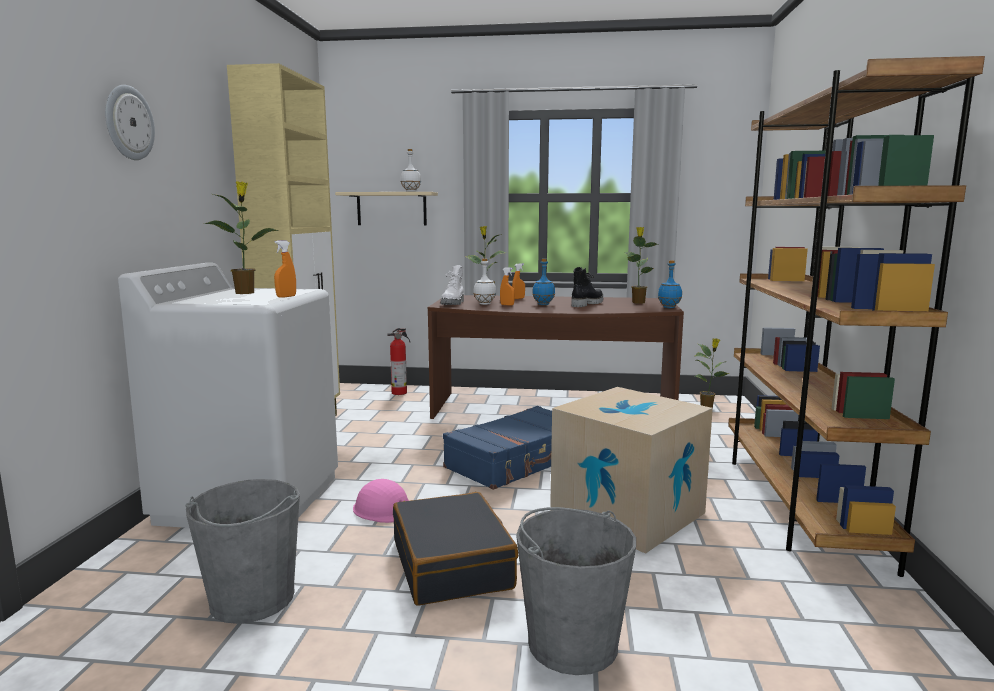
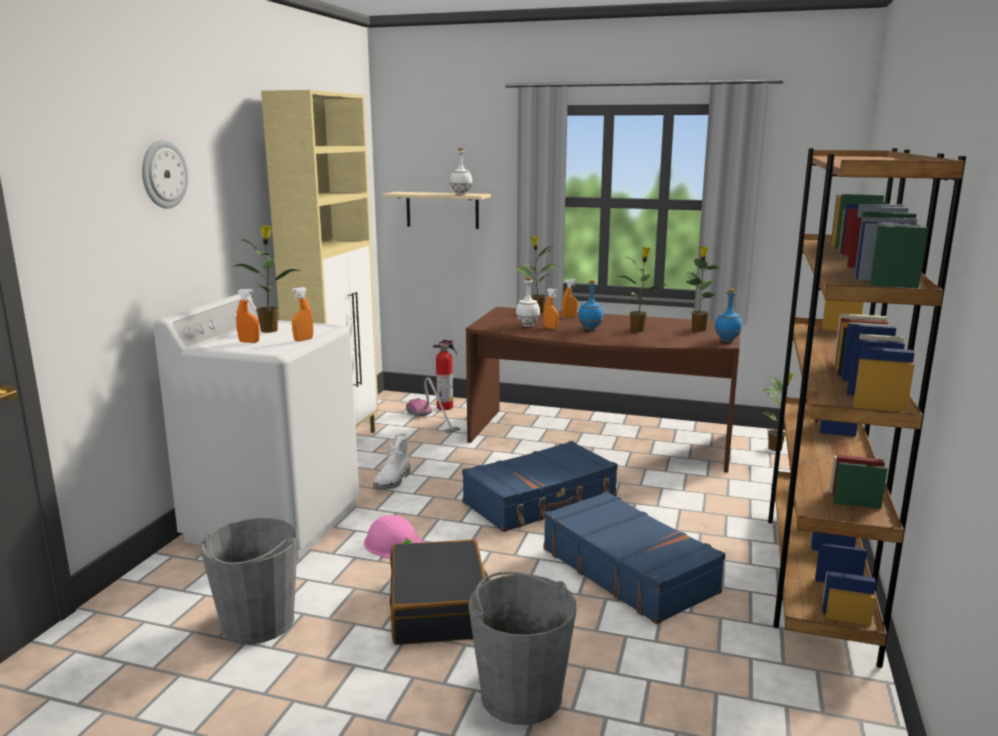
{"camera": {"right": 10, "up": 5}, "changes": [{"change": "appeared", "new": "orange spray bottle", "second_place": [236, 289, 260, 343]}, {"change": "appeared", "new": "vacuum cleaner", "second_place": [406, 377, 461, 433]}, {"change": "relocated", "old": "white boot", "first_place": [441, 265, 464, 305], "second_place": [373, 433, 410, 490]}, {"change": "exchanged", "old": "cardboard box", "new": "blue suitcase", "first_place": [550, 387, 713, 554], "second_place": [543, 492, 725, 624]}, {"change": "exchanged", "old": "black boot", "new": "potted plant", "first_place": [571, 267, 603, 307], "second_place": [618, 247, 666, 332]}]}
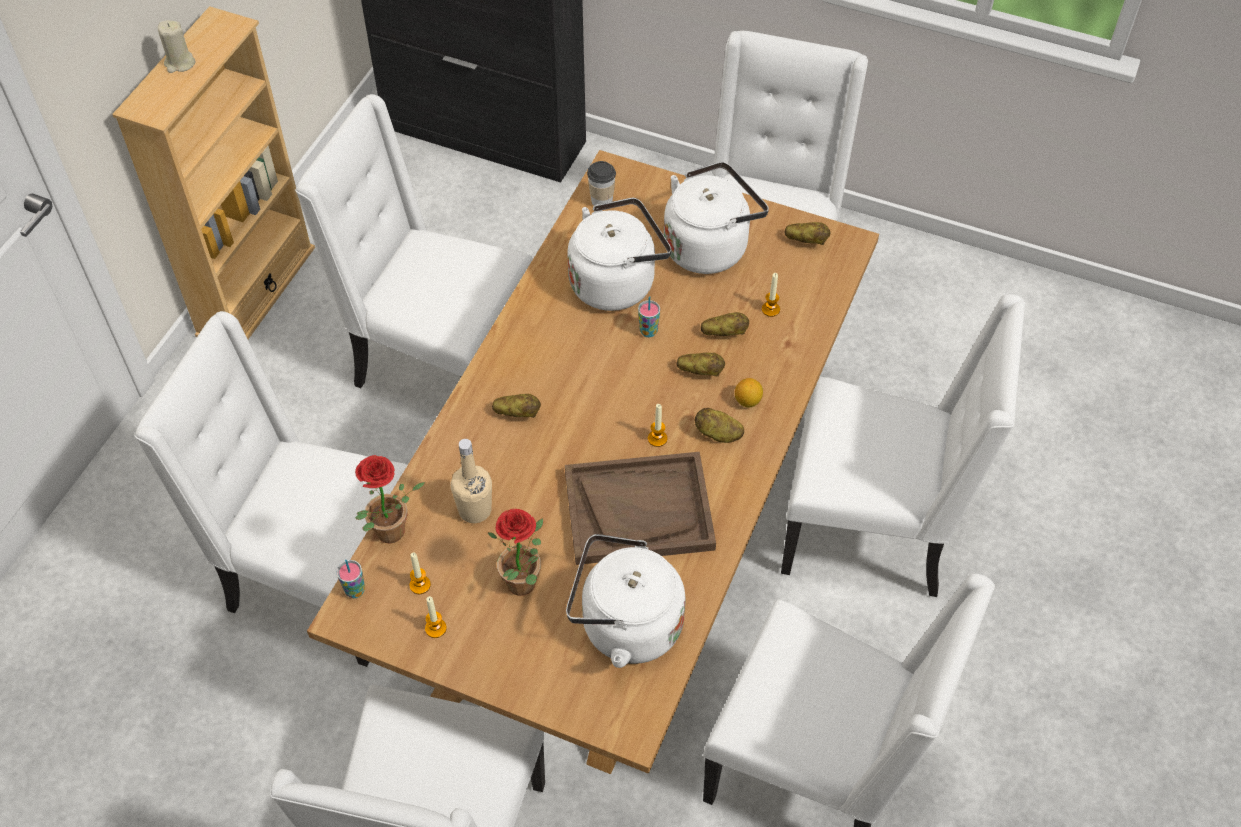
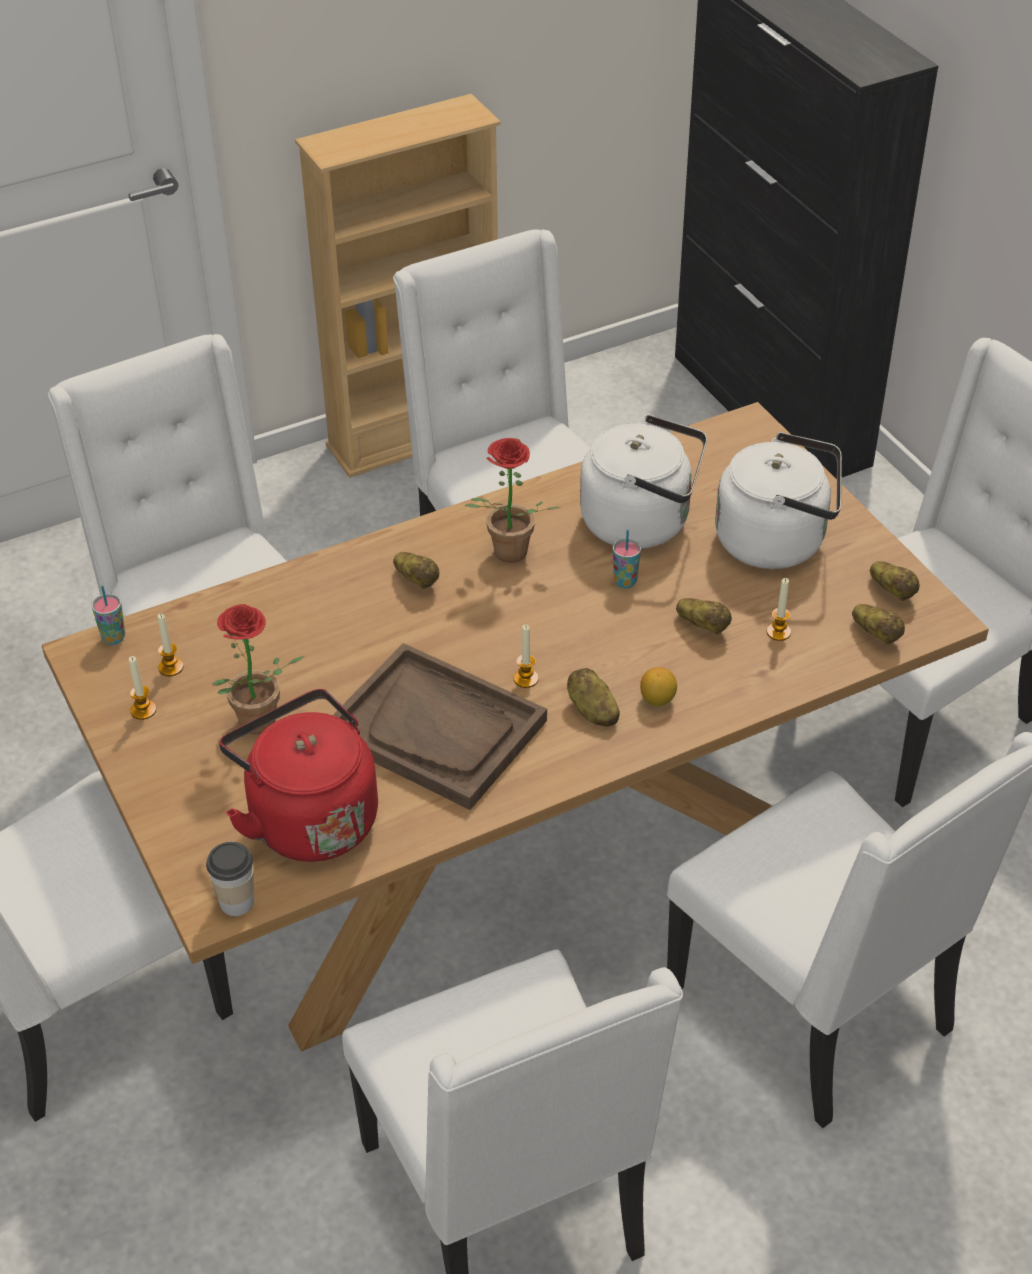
{"camera": {"right": 40, "up": -10}, "changes": [{"change": "missing", "old": "beige candle", "first_place": [158, 20, 195, 73]}, {"change": "missing", "old": "beige bottle", "first_place": [450, 439, 492, 523]}, {"change": "relocated", "old": "potted plant", "first_place": [355, 455, 425, 543], "second_place": [465, 438, 561, 563]}, {"change": "relocated", "old": "cup", "first_place": [587, 161, 616, 206], "second_place": [206, 842, 254, 916]}, {"change": "relocated", "old": "potato", "first_place": [677, 353, 725, 377], "second_place": [852, 604, 905, 645]}, {"change": "colour", "old": "white kettle", "new": "red kettle", "first_place": [566, 534, 686, 668], "second_place": [219, 689, 378, 862]}]}
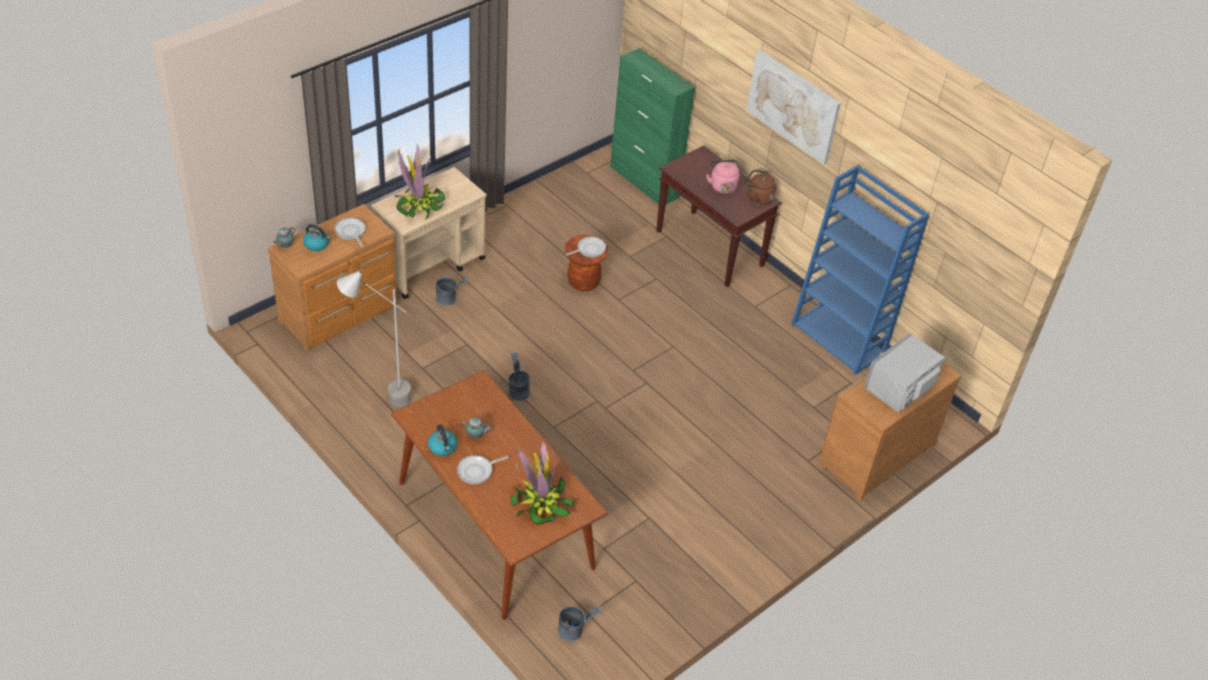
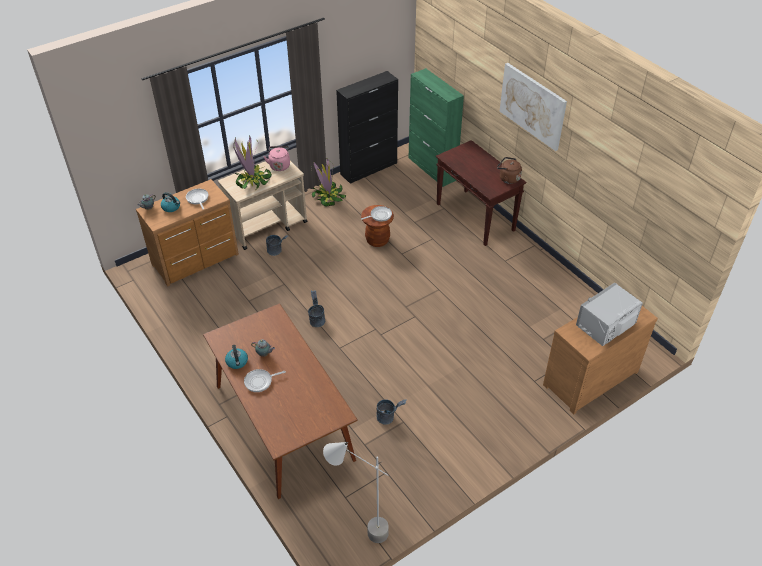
{"camera": {"right": 10, "up": 0}, "changes": [{"change": "missing", "old": "blue bookcase", "first_place": [791, 165, 929, 375]}, {"change": "appeared", "new": "black cabinet", "second_place": [336, 71, 398, 184]}, {"change": "relocated", "old": "grey floor lamp", "first_place": [337, 270, 412, 407], "second_place": [323, 442, 389, 543]}, {"change": "relocated", "old": "potted plant", "first_place": [511, 441, 575, 525], "second_place": [311, 157, 346, 207]}, {"change": "relocated", "old": "grey bucket", "first_place": [558, 606, 602, 641], "second_place": [376, 399, 406, 425]}, {"change": "relocated", "old": "pink kettle", "first_place": [706, 160, 740, 194], "second_place": [264, 146, 290, 171]}]}
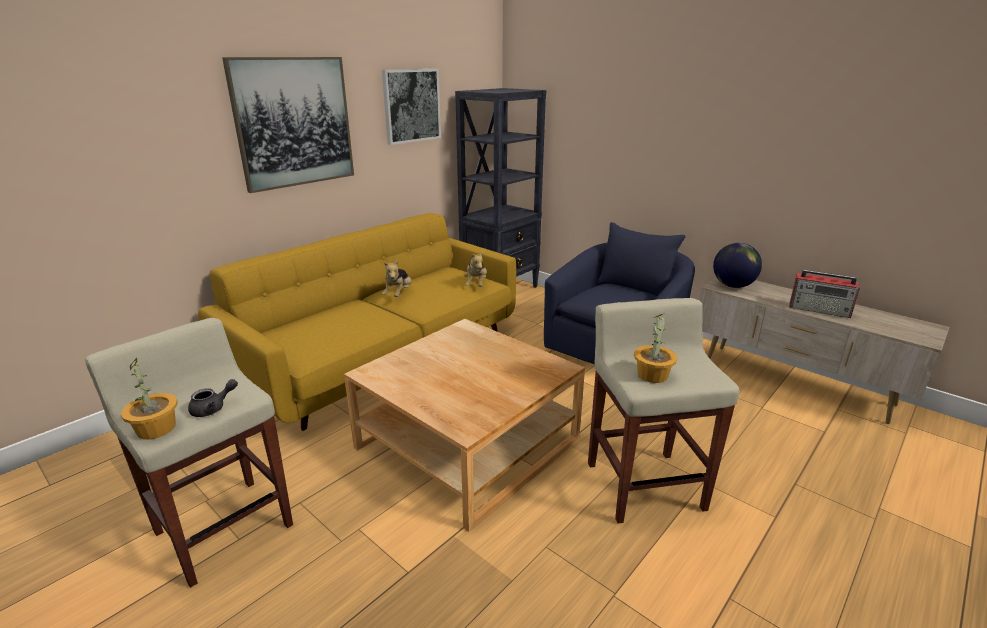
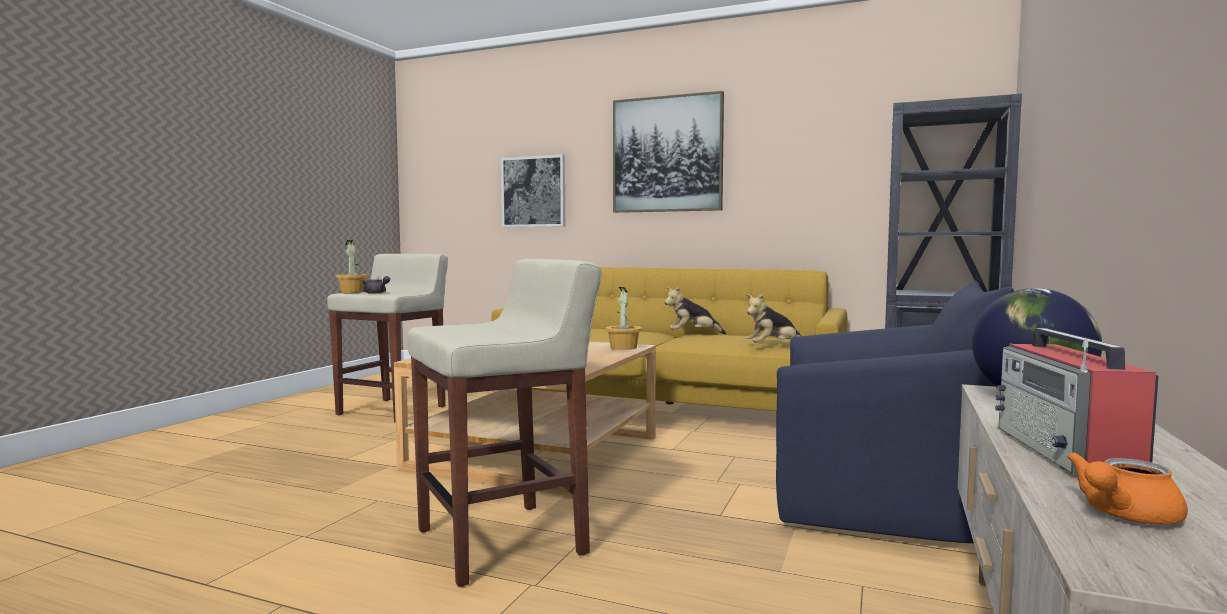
{"camera": {"right": 70, "up": -20}, "changes": [{"change": "appeared", "new": "orange teapot", "second_place": [1067, 452, 1188, 524]}, {"change": "relocated", "old": "picture", "first_place": [382, 69, 441, 145], "second_place": [501, 154, 565, 227]}, {"change": "relocated", "old": "potted plant", "first_place": [634, 314, 677, 383], "second_place": [605, 287, 642, 350]}]}
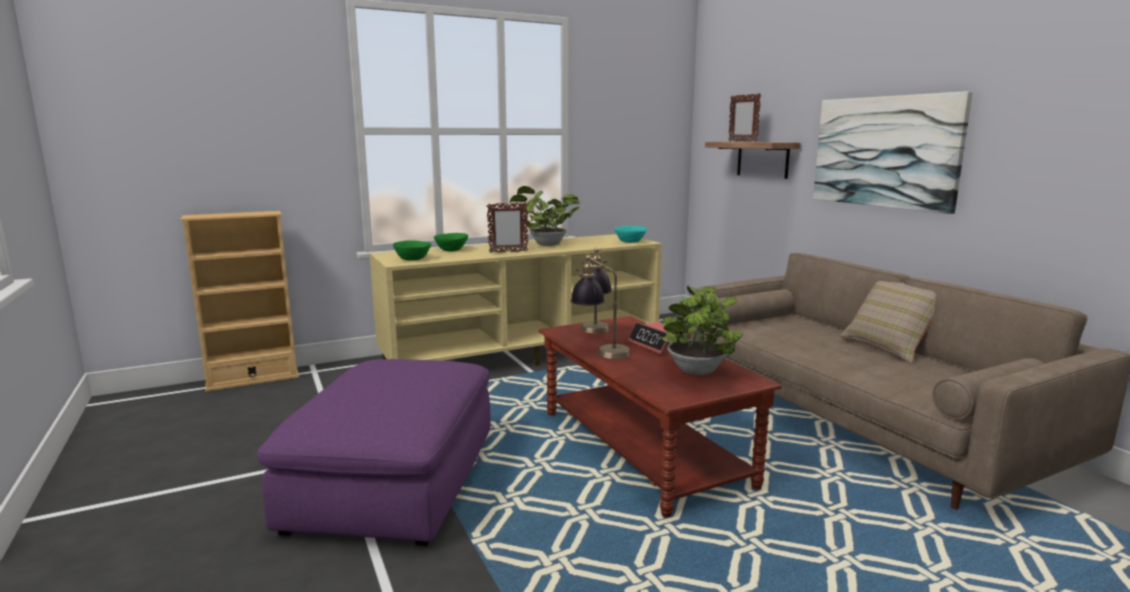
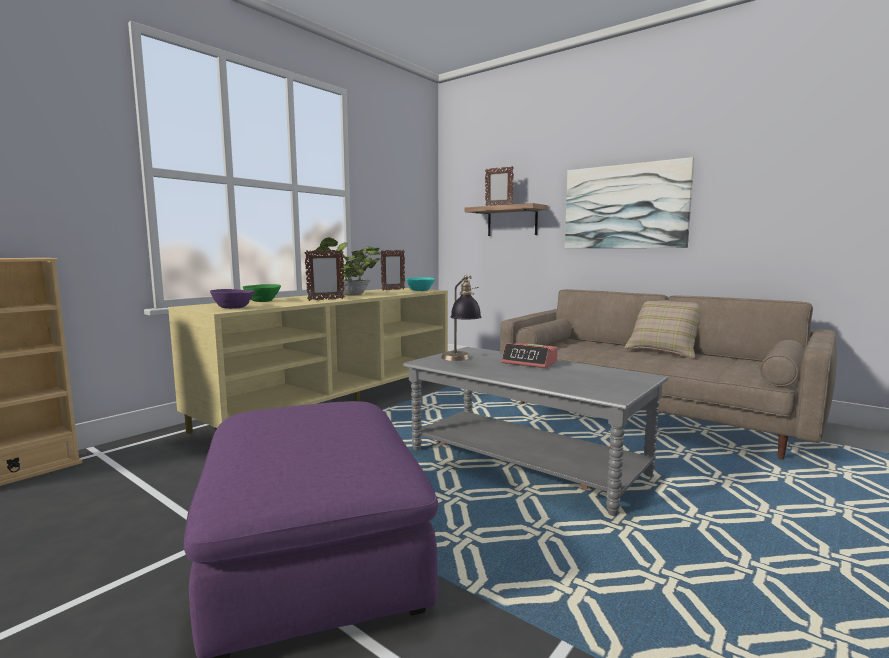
{"camera": {"right": -25, "up": -5}, "changes": [{"change": "missing", "old": "table lamp", "first_place": [571, 255, 631, 359]}, {"change": "missing", "old": "potted plant", "first_place": [660, 286, 743, 375]}, {"change": "appeared", "new": "picture frame", "second_place": [380, 250, 405, 291]}, {"change": "colour", "old": "green bowl", "new": "purple bowl", "first_place": [393, 240, 431, 261], "second_place": [210, 289, 255, 309]}, {"change": "colour", "old": "brown coffee table", "new": "grey coffee table", "first_place": [538, 316, 782, 518], "second_place": [402, 347, 668, 516]}]}
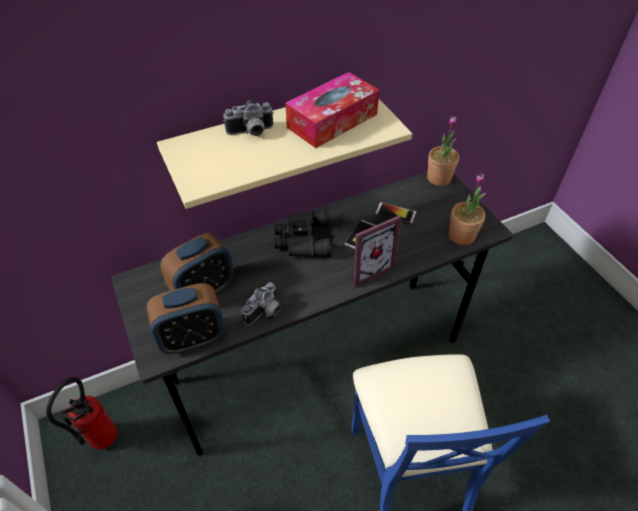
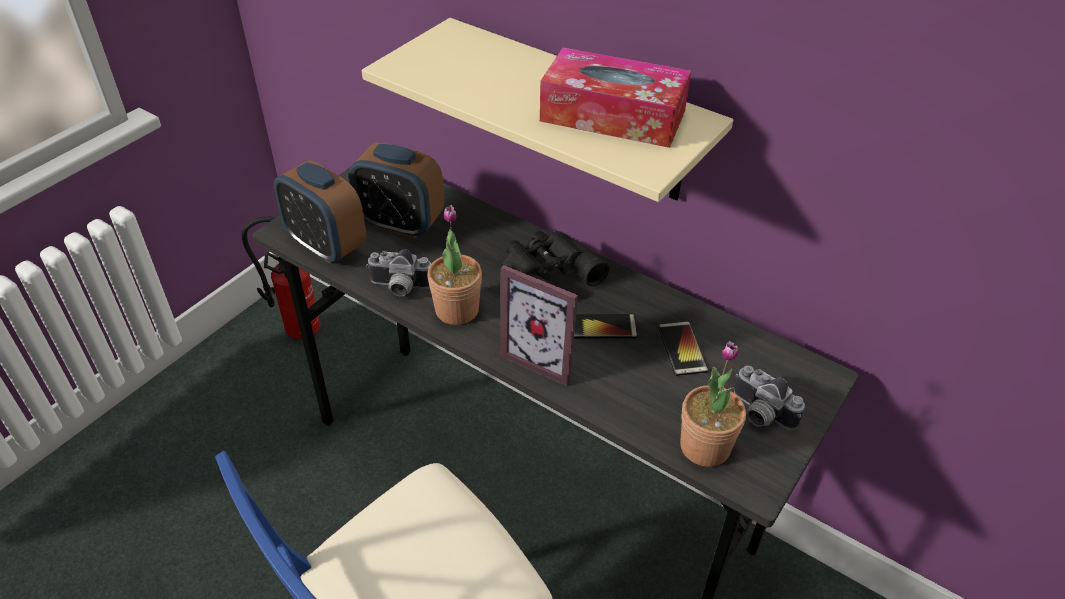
{"camera": {"right": 60, "up": -5}, "changes": [{"change": "relocated", "old": "photo camera", "first_place": [223, 100, 274, 136], "second_place": [734, 365, 805, 430]}, {"change": "relocated", "old": "potted plant", "first_place": [427, 116, 459, 186], "second_place": [427, 205, 482, 325]}]}
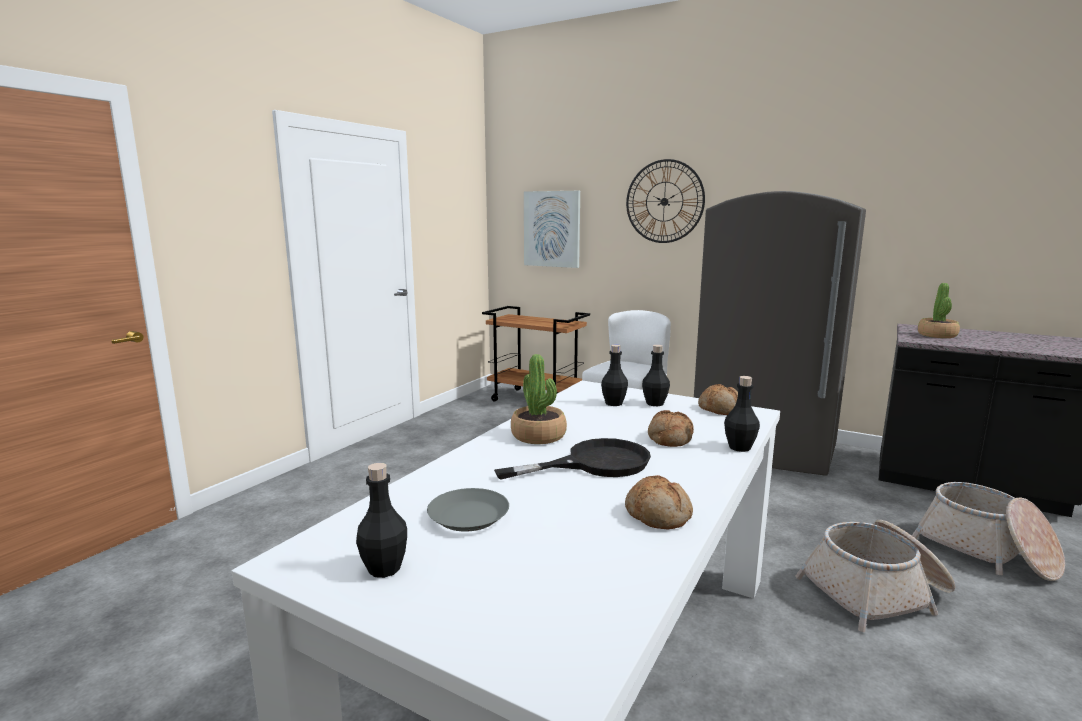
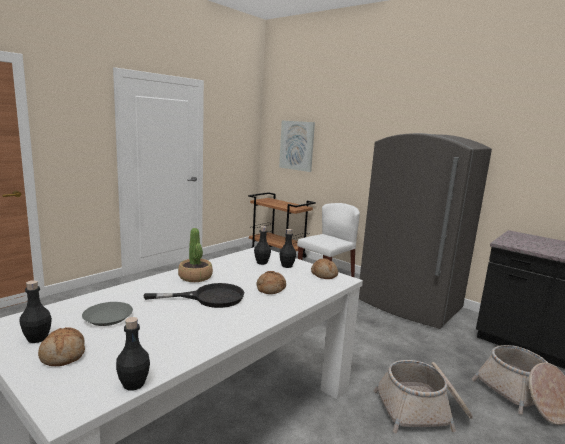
{"camera": {"right": 10, "up": 0}, "changes": [{"change": "missing", "old": "wall clock", "first_place": [626, 159, 705, 243]}, {"change": "missing", "old": "potted plant", "first_place": [918, 283, 960, 338]}, {"change": "relocated", "old": "bread", "first_place": [625, 475, 693, 530], "second_place": [38, 327, 85, 366]}, {"change": "relocated", "old": "black bottle", "first_place": [724, 376, 760, 452], "second_place": [116, 317, 150, 390]}]}
